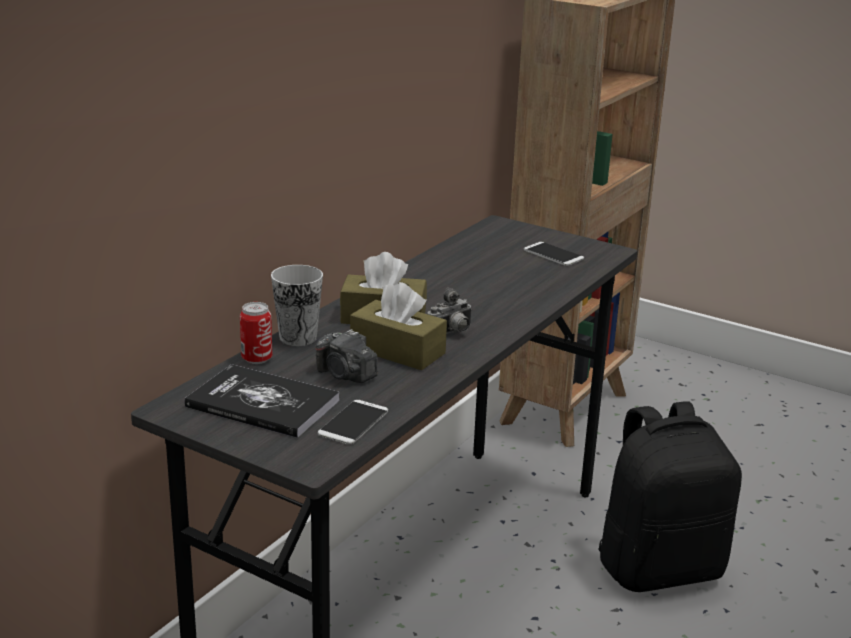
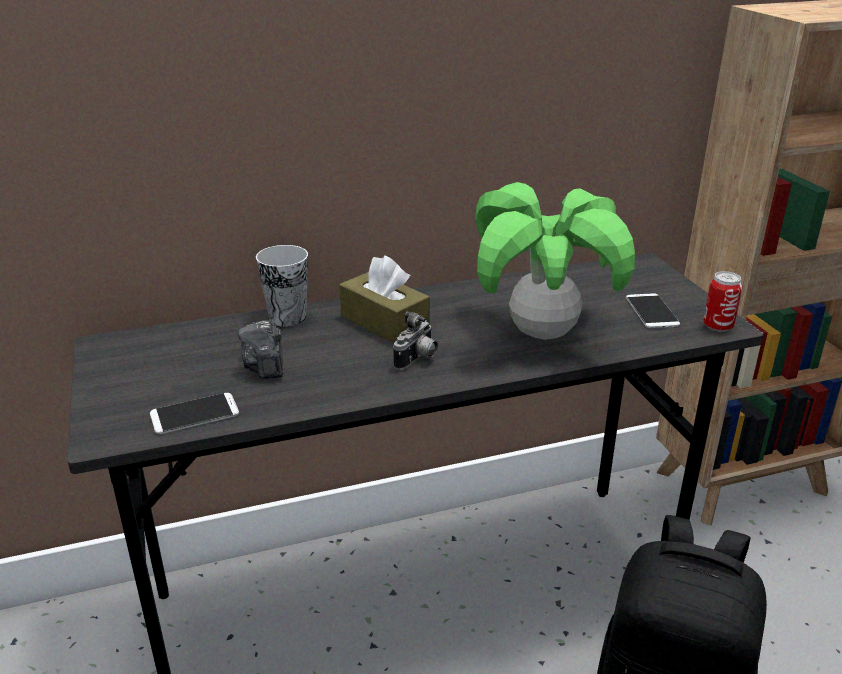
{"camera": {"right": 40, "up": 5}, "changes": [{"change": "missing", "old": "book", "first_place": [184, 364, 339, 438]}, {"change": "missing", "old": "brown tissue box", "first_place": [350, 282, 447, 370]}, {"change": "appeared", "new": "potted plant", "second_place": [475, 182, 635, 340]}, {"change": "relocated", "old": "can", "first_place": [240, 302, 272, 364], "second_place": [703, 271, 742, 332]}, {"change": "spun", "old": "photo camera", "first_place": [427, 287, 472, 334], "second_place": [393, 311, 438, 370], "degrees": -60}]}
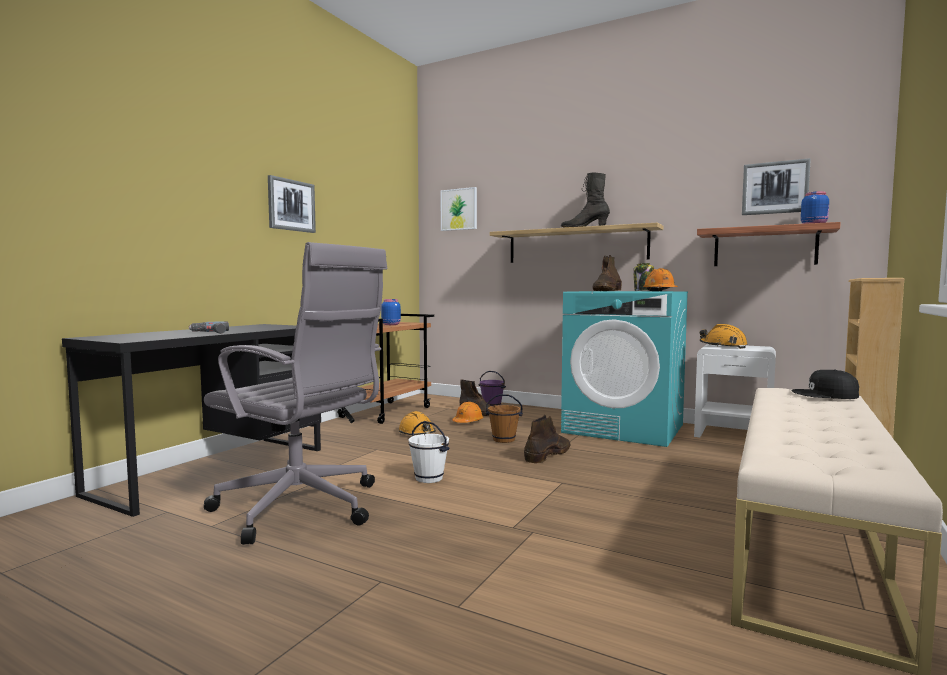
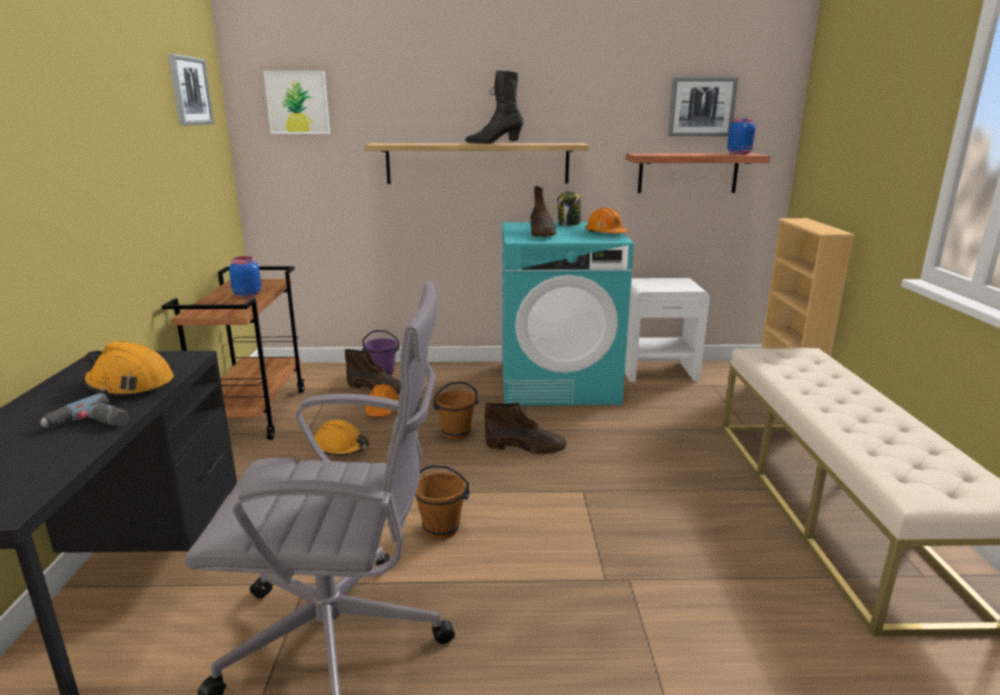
{"camera": {"right": -30, "up": 15}, "changes": [{"change": "missing", "old": "black cap", "first_place": [792, 369, 859, 399]}, {"change": "relocated", "old": "picture", "first_place": [268, 175, 316, 233], "second_place": [168, 53, 214, 125]}, {"change": "relocated", "old": "orange hard hat", "first_place": [700, 324, 748, 349], "second_place": [83, 341, 174, 395]}, {"change": "colour", "old": "white bucket", "new": "brown bucket", "first_place": [409, 421, 449, 483], "second_place": [415, 465, 470, 539]}, {"change": "spun", "old": "brown boot", "first_place": [524, 414, 571, 463], "second_place": [484, 402, 566, 454], "degrees": 90}]}
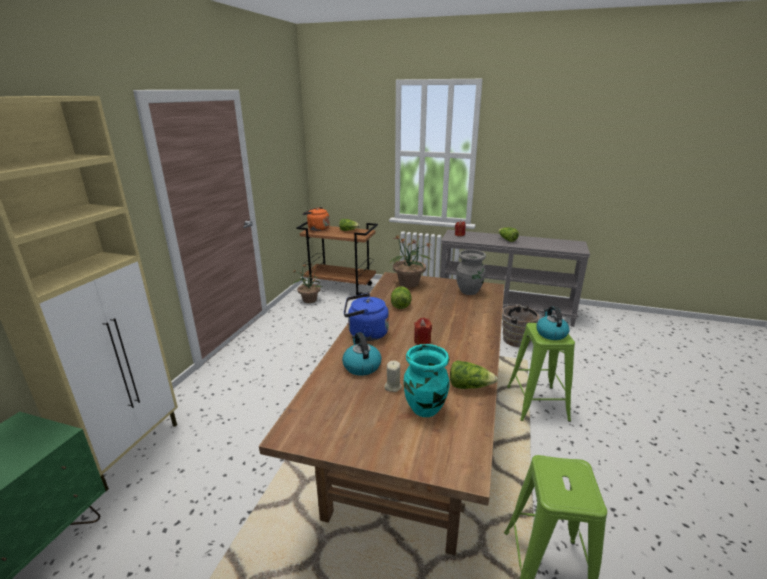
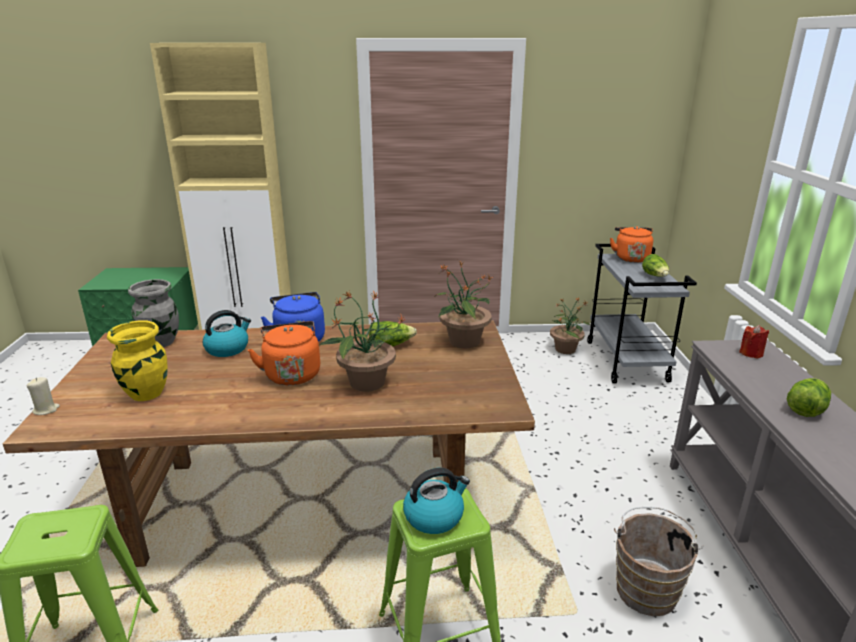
{"camera": {"right": 70, "up": 0}, "changes": [{"change": "missing", "old": "lettuce", "first_place": [450, 360, 498, 389]}, {"change": "appeared", "new": "potted plant", "second_place": [320, 291, 406, 392]}, {"change": "relocated", "old": "beige candle", "first_place": [385, 361, 402, 392], "second_place": [26, 377, 60, 415]}, {"change": "relocated", "old": "grey vase", "first_place": [456, 249, 486, 295], "second_place": [128, 279, 179, 347]}, {"change": "exchanged", "old": "red candle", "new": "orange kettle", "first_place": [414, 318, 432, 345], "second_place": [248, 321, 320, 385]}, {"change": "colour", "old": "brown cart", "new": "grey cart", "first_place": [296, 222, 378, 295], "second_place": [587, 244, 697, 384]}, {"change": "colour", "old": "turquoise vase", "new": "yellow vase", "first_place": [404, 344, 449, 417], "second_place": [107, 320, 167, 401]}]}
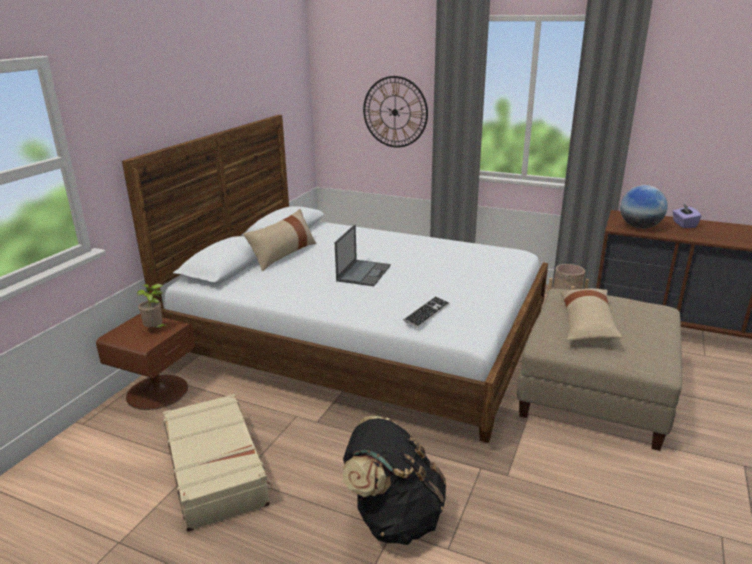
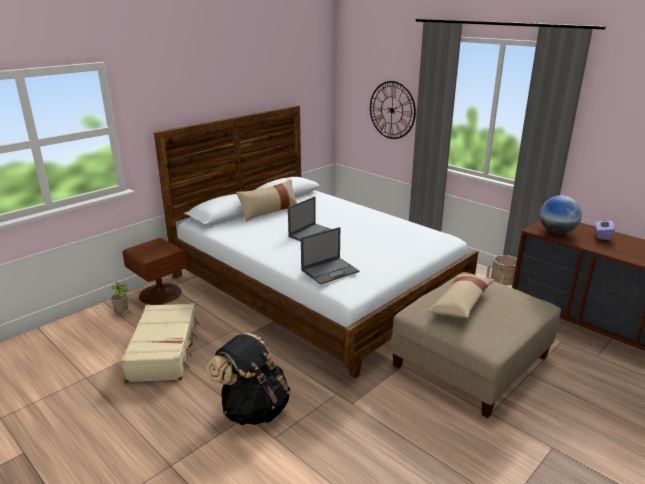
{"camera": {"right": 20, "up": 0}, "changes": [{"change": "relocated", "old": "potted plant", "first_place": [137, 284, 168, 328], "second_place": [111, 282, 132, 314]}, {"change": "exchanged", "old": "keyboard", "new": "laptop", "first_place": [403, 296, 450, 328], "second_place": [301, 227, 359, 285]}]}
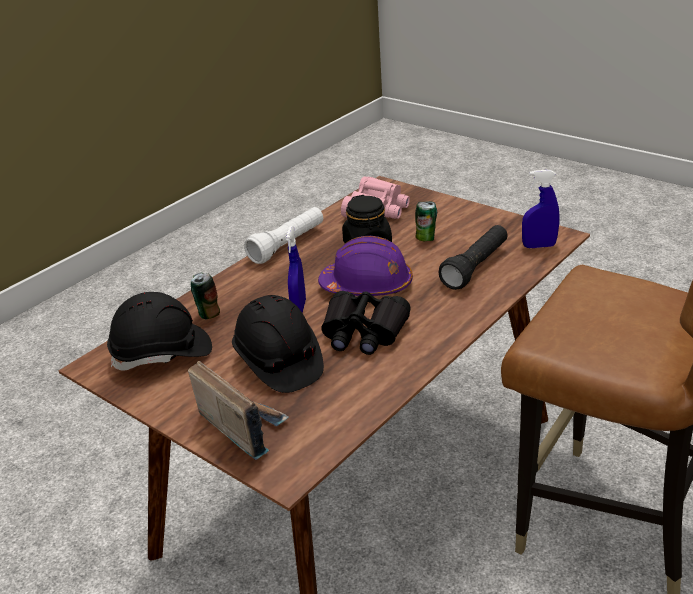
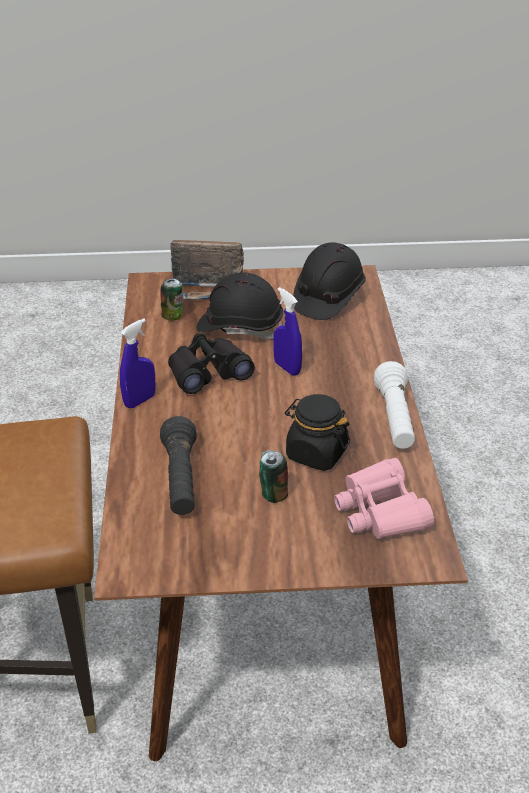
{"camera": {"right": 135, "up": 5}, "changes": [{"change": "missing", "old": "purple hard hat", "first_place": [318, 236, 413, 296]}, {"change": "relocated", "old": "can", "first_place": [191, 273, 220, 319], "second_place": [161, 278, 184, 321]}, {"change": "relocated", "old": "blue spray bottle", "first_place": [522, 170, 559, 248], "second_place": [120, 319, 156, 409]}]}
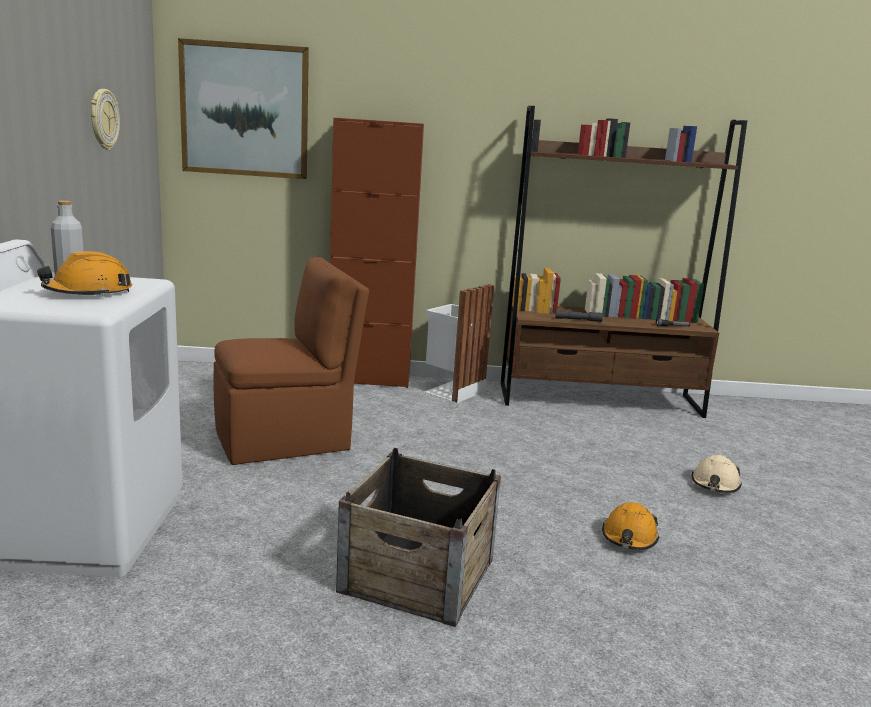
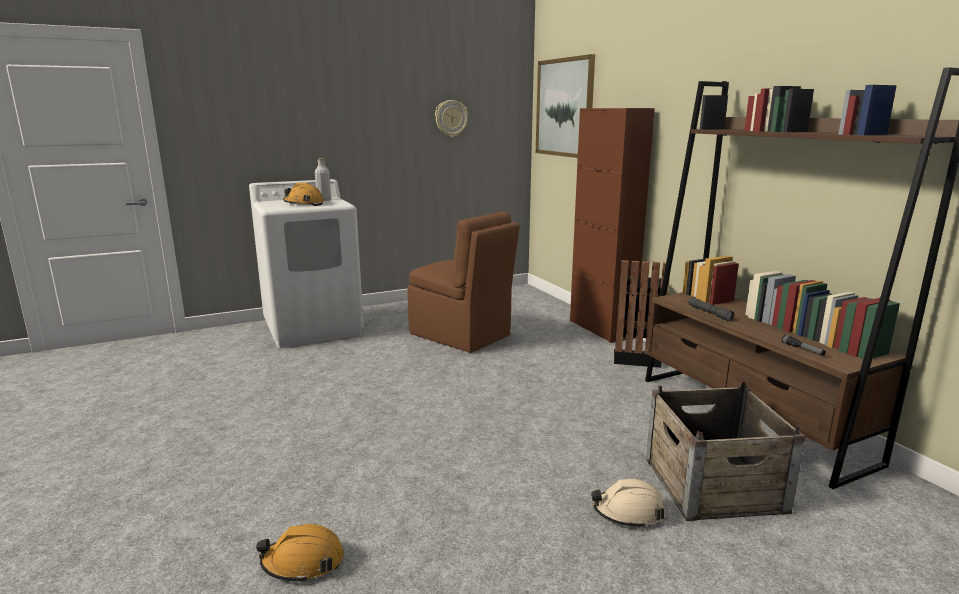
{"camera": {"right": 65, "up": 0}, "changes": [{"change": "relocated", "old": "crate", "first_place": [336, 448, 501, 627], "second_place": [646, 382, 806, 521]}, {"change": "relocated", "old": "orange hard hat", "first_place": [602, 502, 659, 550], "second_place": [256, 524, 344, 583]}, {"change": "colour", "old": "white trash can", "new": "black trash can", "first_place": [425, 284, 494, 403], "second_place": [614, 260, 670, 368]}]}
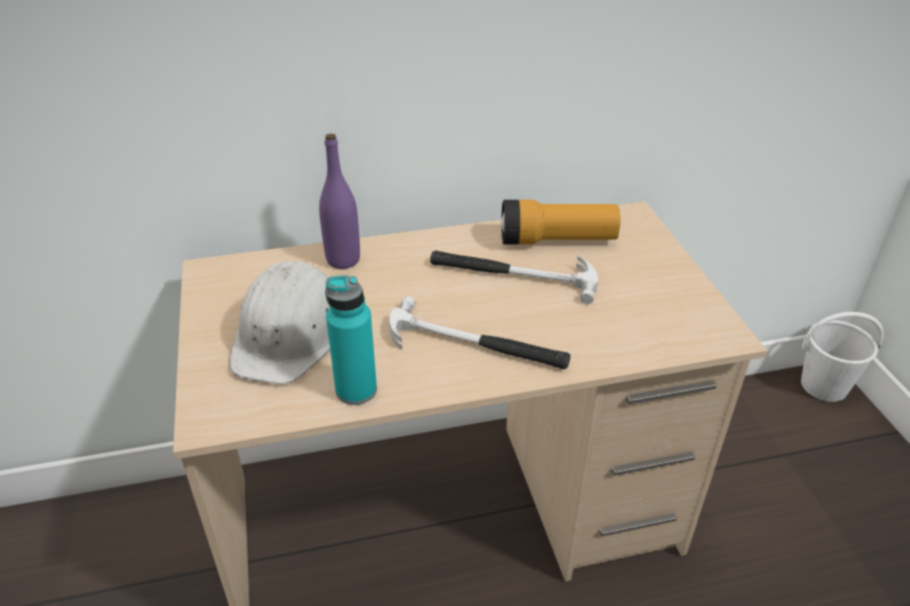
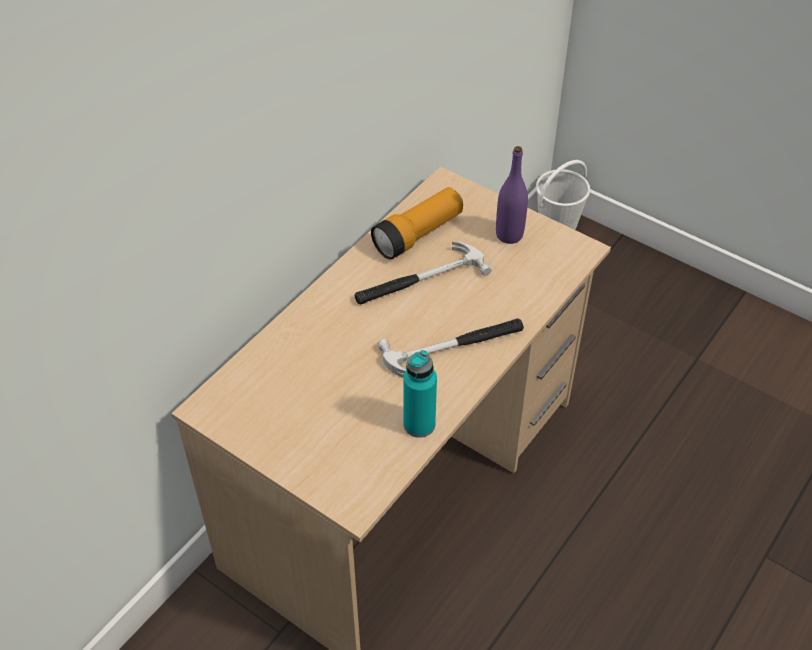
{"camera": {"right": -40, "up": 10}, "changes": [{"change": "missing", "old": "white hard hat", "first_place": [230, 261, 330, 384]}, {"change": "relocated", "old": "purple bottle", "first_place": [319, 133, 360, 269], "second_place": [496, 146, 528, 244]}]}
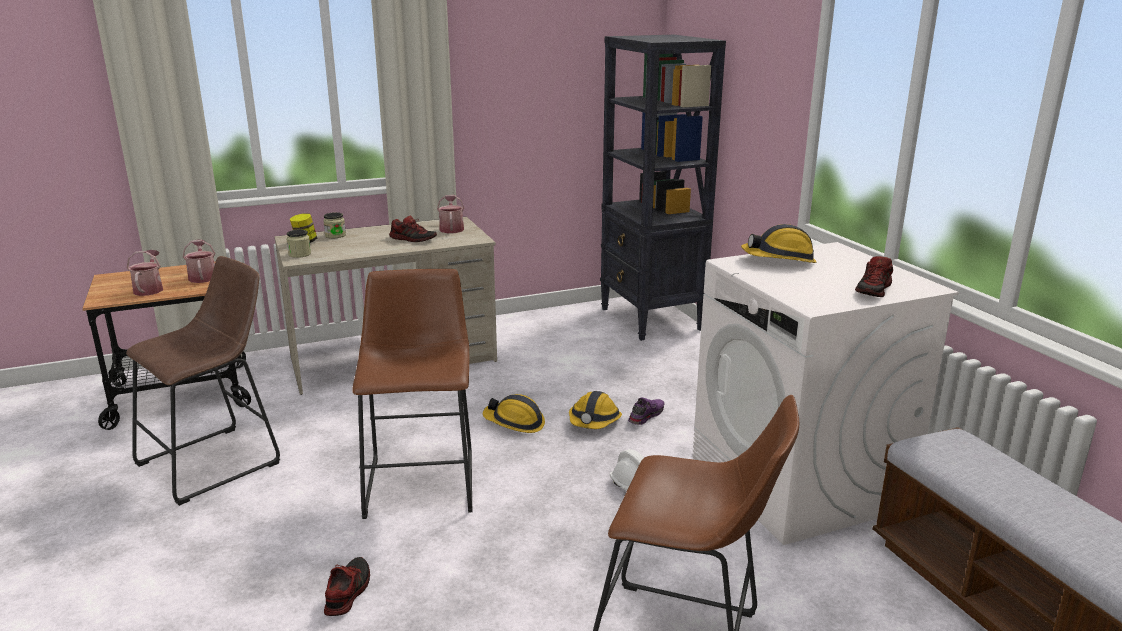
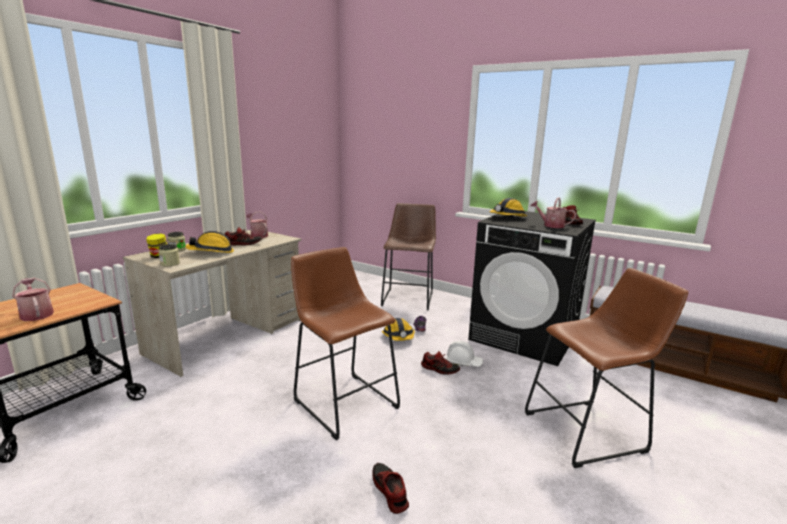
{"camera": {"right": -35, "up": -5}, "changes": [{"change": "missing", "old": "black bookcase", "first_place": [600, 35, 726, 341]}, {"change": "appeared", "new": "shoe", "second_place": [421, 351, 460, 375]}, {"change": "relocated", "old": "brown stool", "first_place": [126, 256, 280, 506], "second_place": [381, 203, 436, 310]}, {"change": "relocated", "old": "watering can", "first_place": [183, 239, 215, 283], "second_place": [530, 197, 576, 228]}, {"change": "relocated", "old": "hard hat", "first_place": [483, 394, 545, 433], "second_place": [185, 231, 234, 253]}, {"change": "colour", "old": "white washing machine", "new": "black washing machine", "first_place": [692, 242, 959, 545], "second_place": [468, 211, 596, 366]}]}
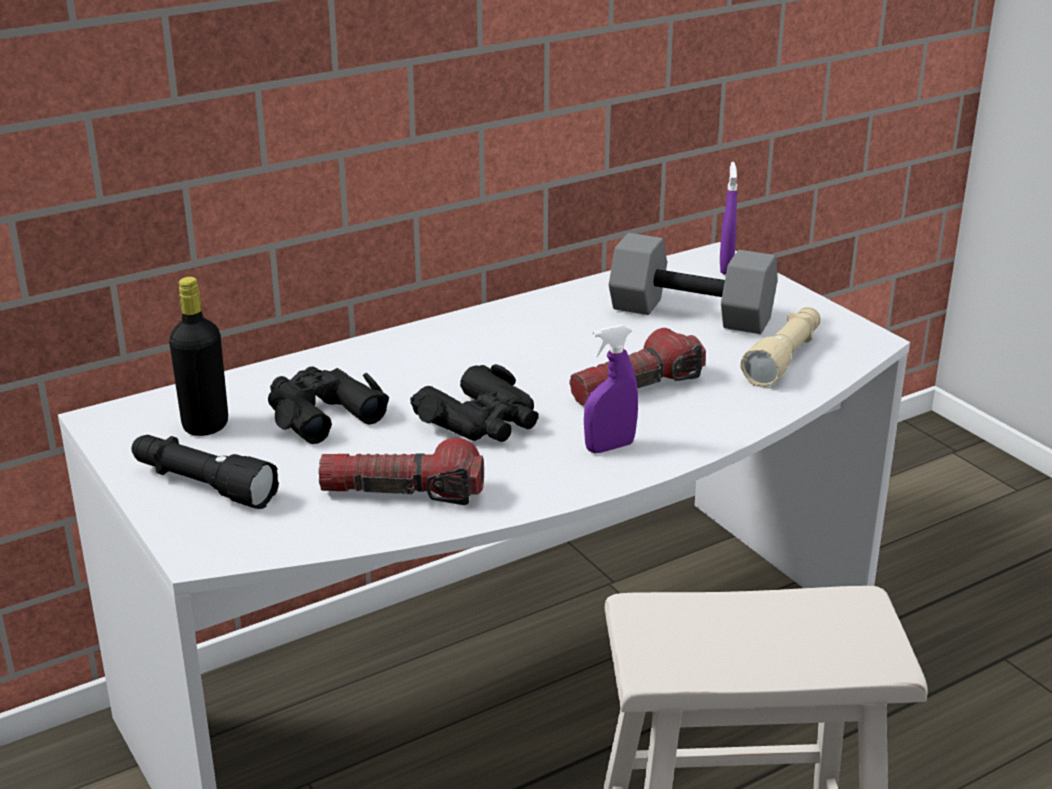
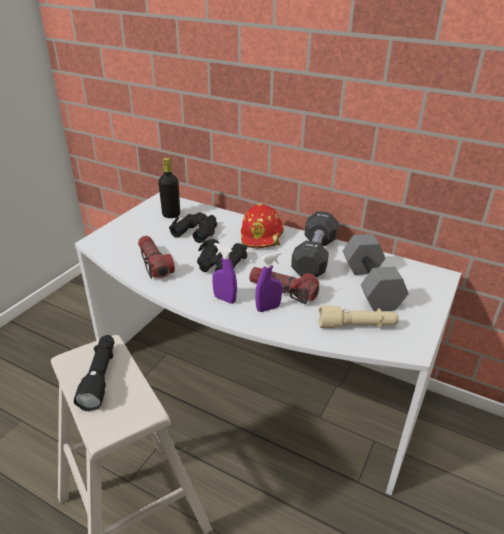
{"camera": {"right": 60, "up": 5}, "changes": [{"change": "appeared", "new": "red hard hat", "second_place": [241, 204, 284, 248]}, {"change": "appeared", "new": "black dumbbell", "second_place": [291, 211, 339, 278]}, {"change": "relocated", "old": "black flashlight", "first_place": [132, 435, 279, 509], "second_place": [74, 335, 114, 411]}, {"change": "relocated", "old": "purple spray bottle", "first_place": [720, 162, 737, 275], "second_place": [255, 252, 282, 312]}]}
